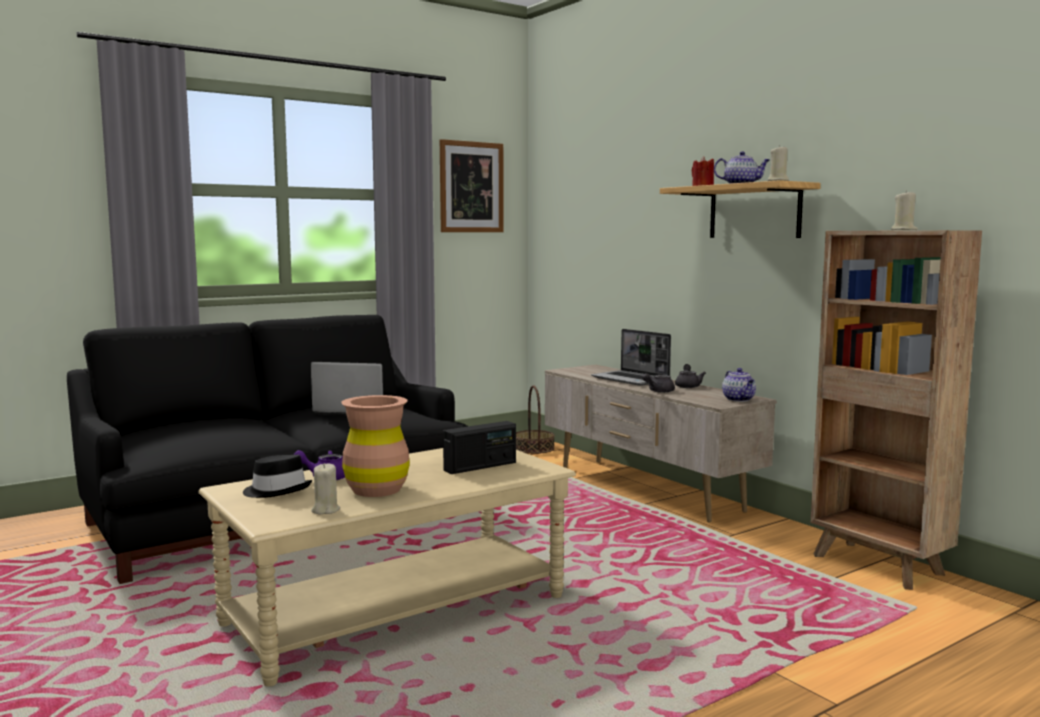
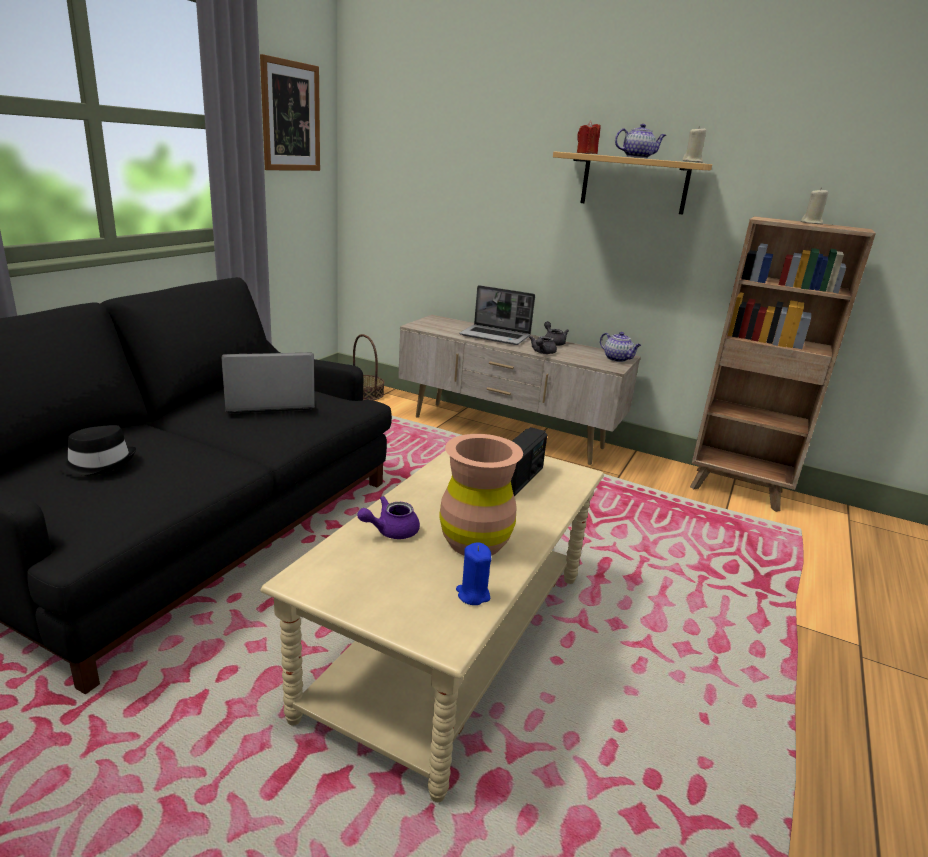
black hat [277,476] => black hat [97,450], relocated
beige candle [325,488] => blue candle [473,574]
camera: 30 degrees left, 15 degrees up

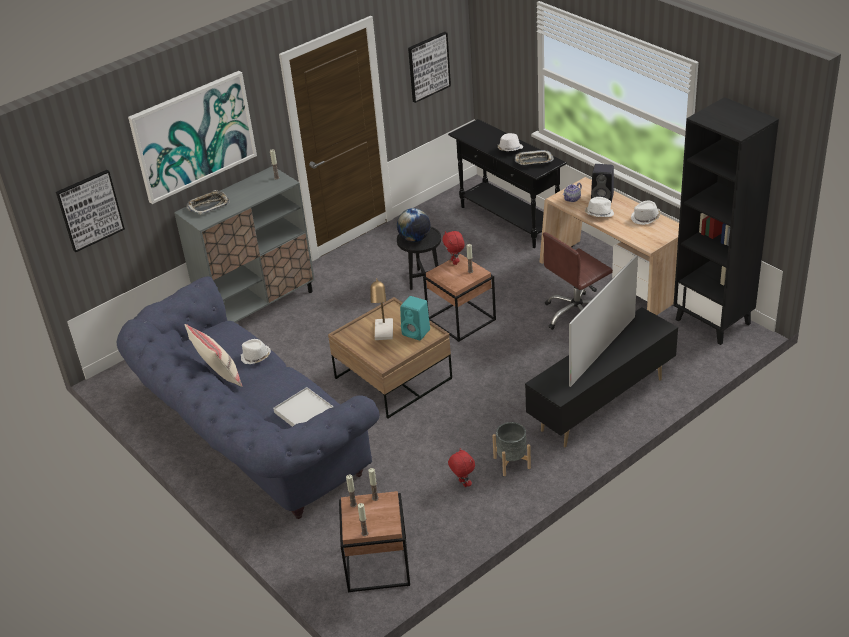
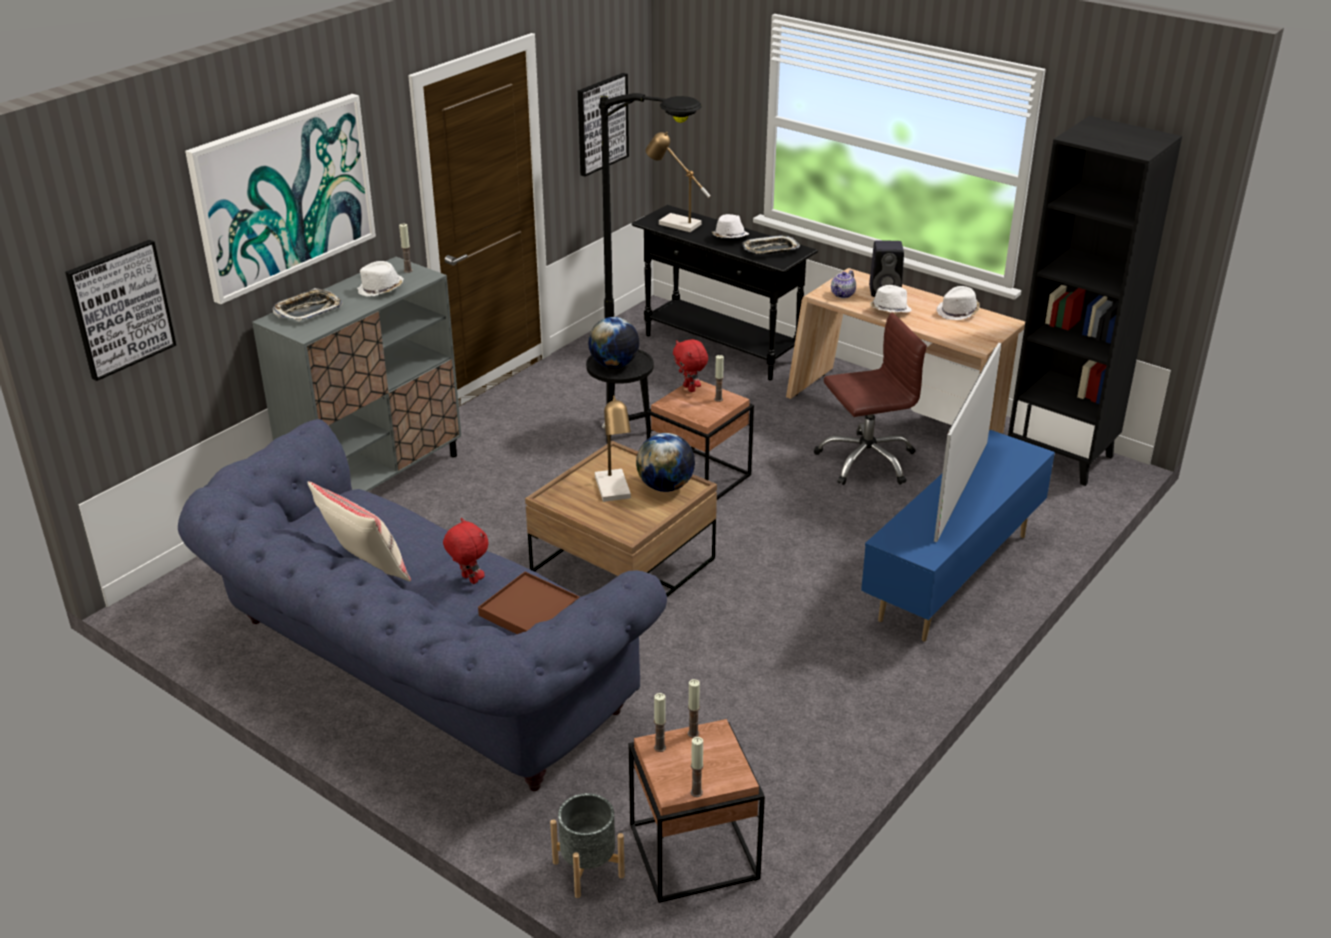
brown office chair [578,281] => brown office chair [870,399], 150 degrees counterclockwise
turquoise speaker [415,318] => globe [665,462]
black tv stand [601,377] => blue tv stand [958,535]
white hat [256,352] => white hat [380,279], relocated
white tray [303,407] => brown tray [529,603]
grey planter [511,449] => grey planter [587,845], relocated
red plush toy [461,467] => red plush toy [466,551], relocated
nothing => black floor lamp [650,205]
nothing => table lamp [678,182]
camera: 15 degrees left, 5 degrees down

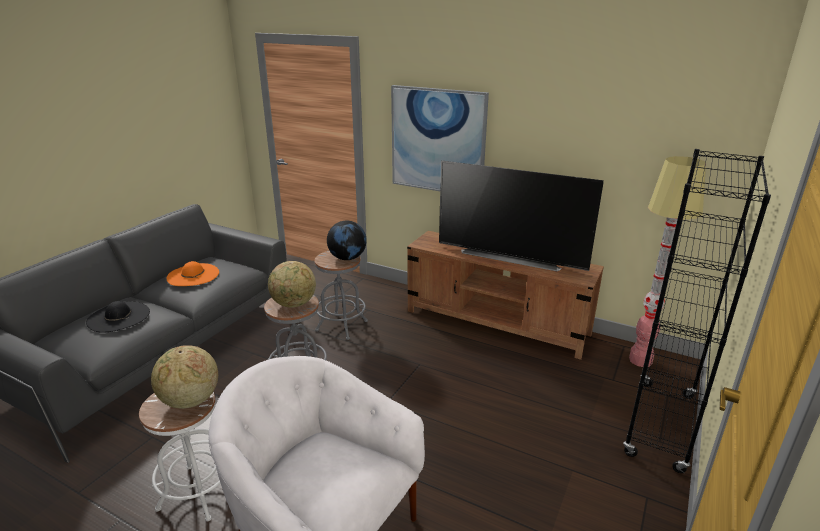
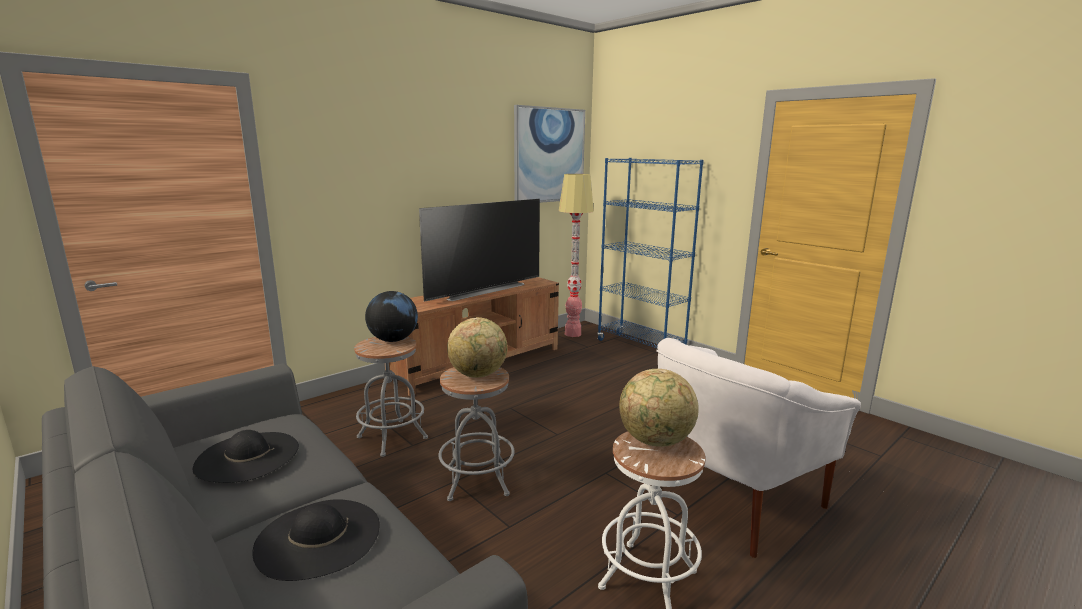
picture [440,138] => picture [549,154], relocated
black bookcase [697,311] => blue bookcase [650,253]
orange hat [193,273] => black hat [246,456]
camera: 70 degrees left, 10 degrees down

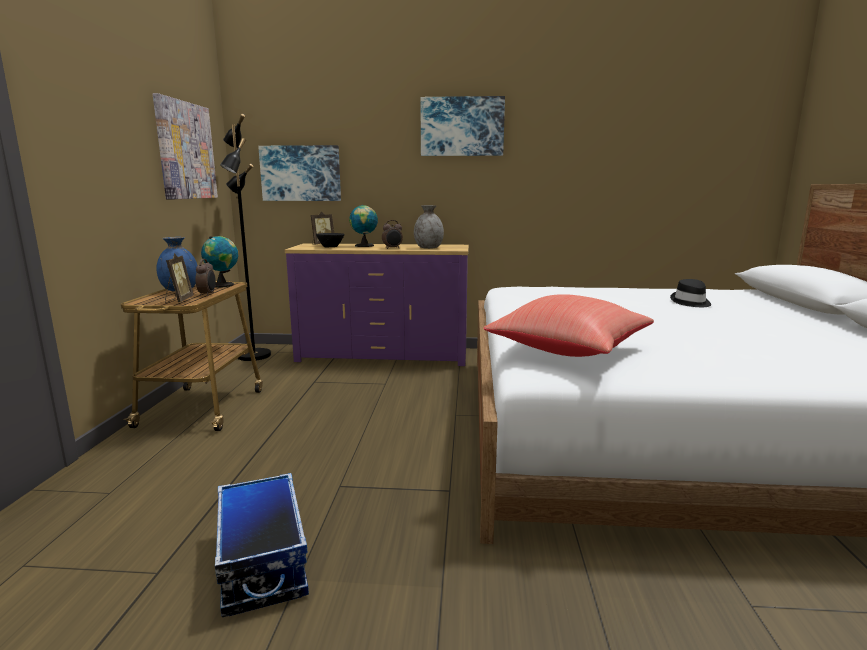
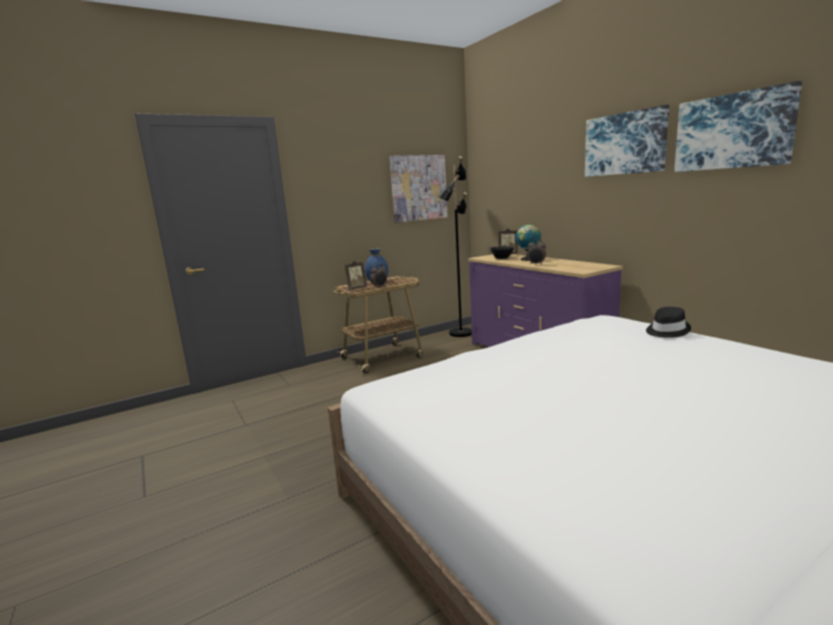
picture [299,173] => picture [738,126], relocated
grey vase [429,227] => nothing
globe [219,262] => nothing
black hat [690,293] => black hat [668,322], relocated
red pillow [569,325] => nothing
storage box [262,545] => nothing
camera: 55 degrees right, 0 degrees up

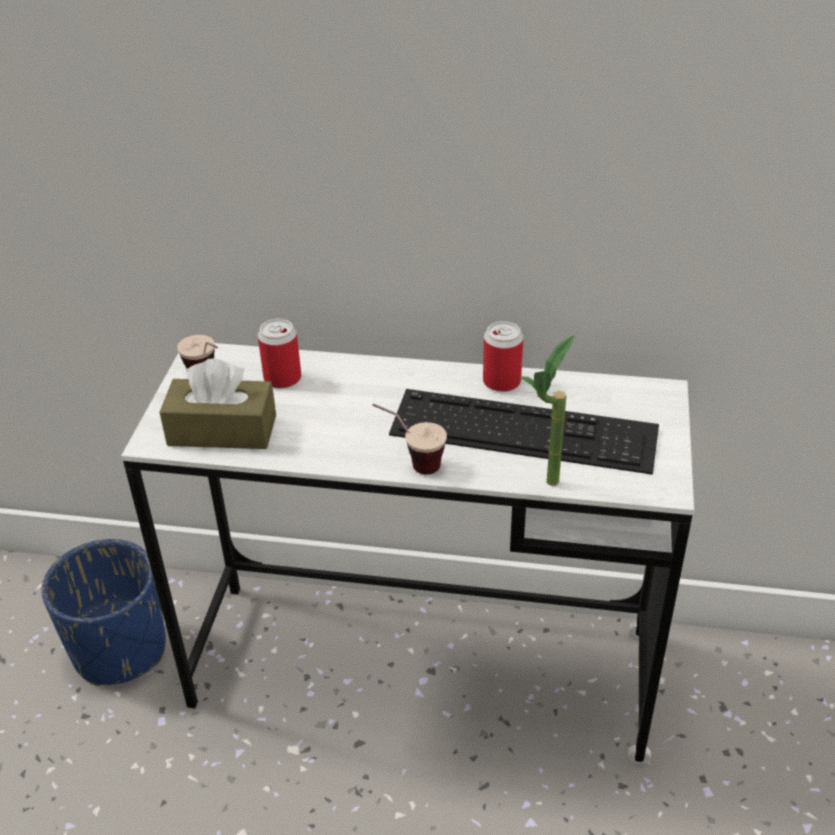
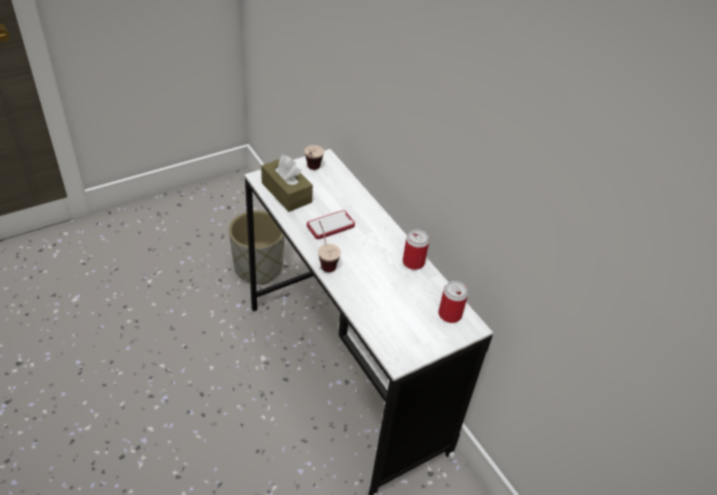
can [279,353] => can [453,302], relocated
potted plant [547,410] => nothing
keyboard [524,432] => nothing
blue planter [103,612] => grey planter [257,247]
nothing => phone [331,224]
camera: 45 degrees right, 5 degrees up

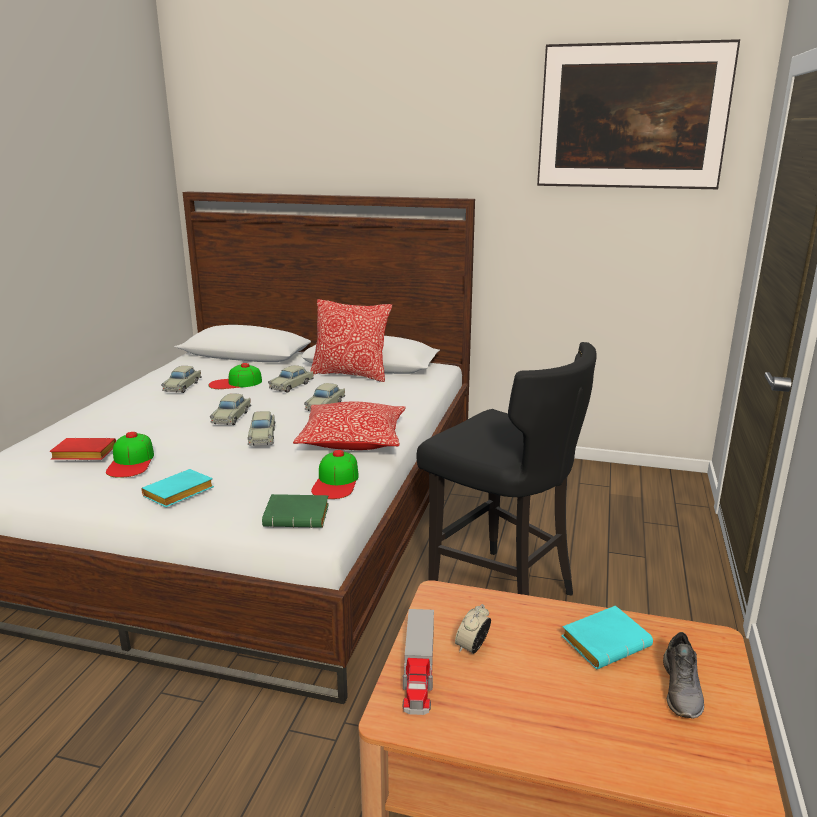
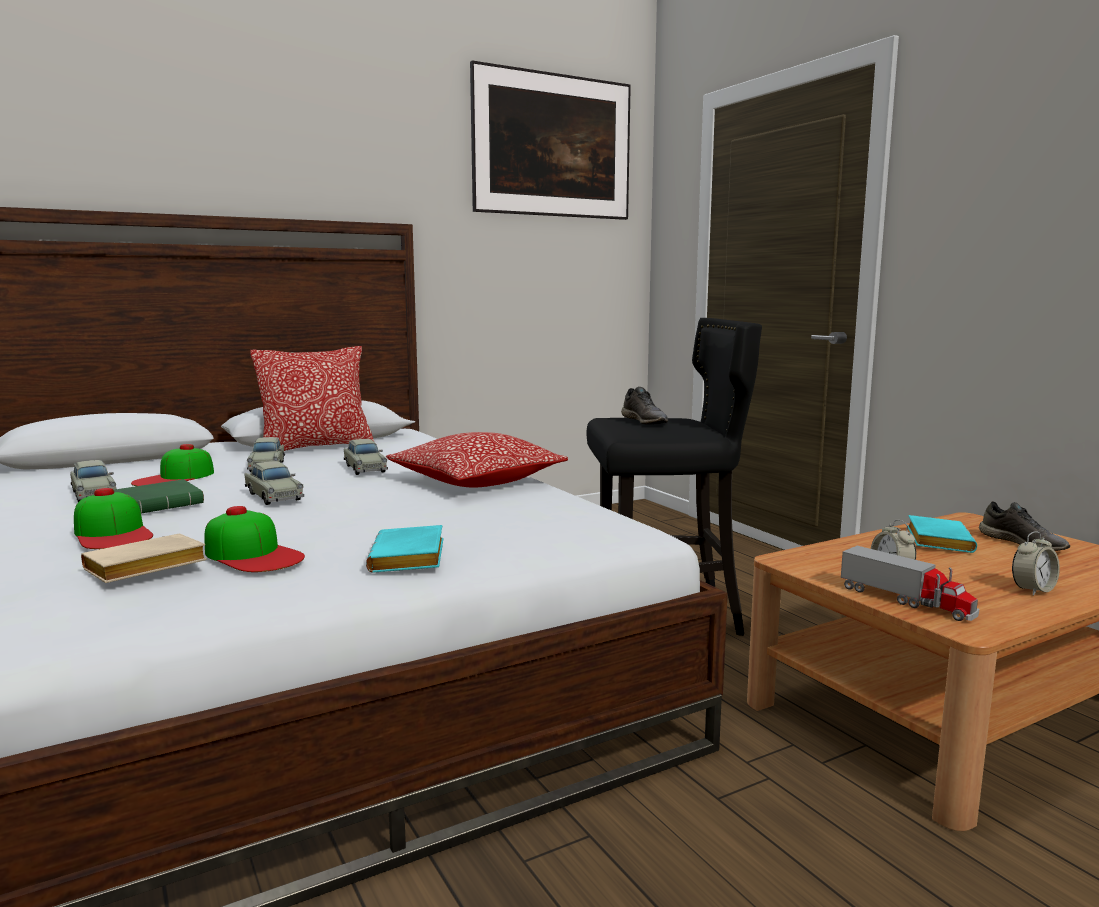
beige toy car [261,428] => nothing
red book [83,449] => beige book [144,558]
cap [335,474] => cap [113,518], relocated
green book [295,511] => green book [159,496], relocated
nothing => grey shoe [644,405]
nothing => alarm clock [1036,563]
camera: 45 degrees left, 10 degrees down

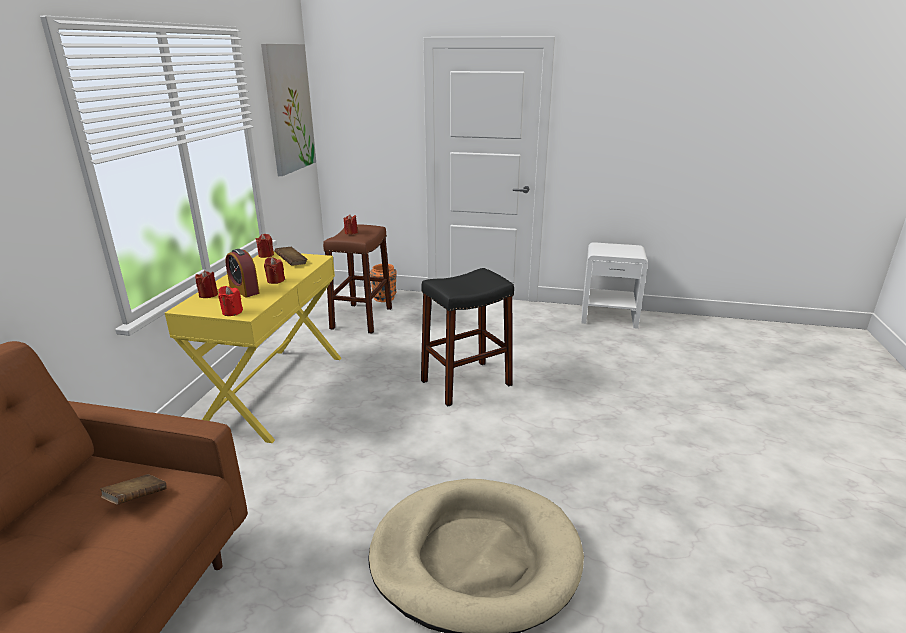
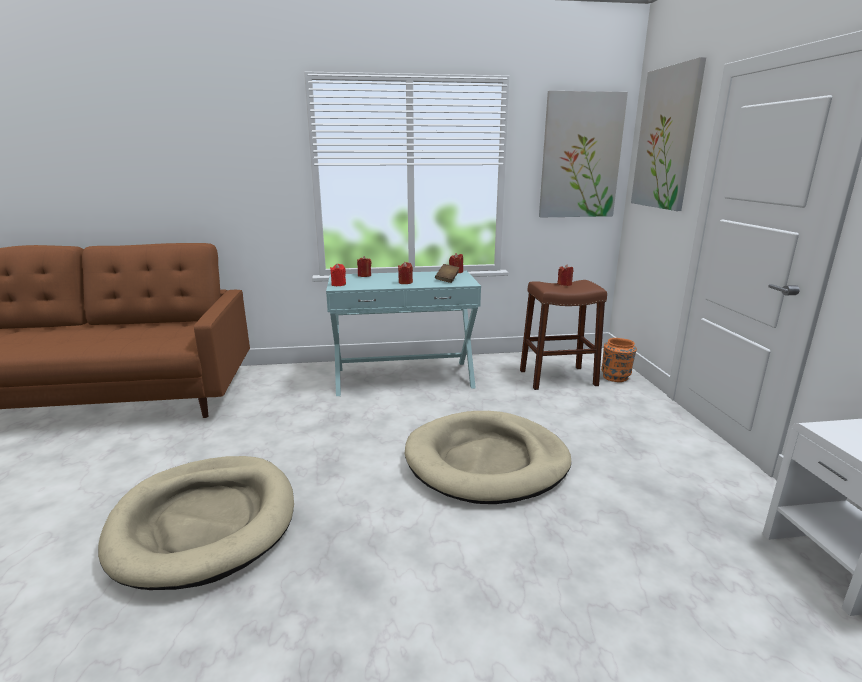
alarm clock [242,273] => nothing
yellow console table [253,347] => turquoise console table [403,333]
black stool [467,337] => beige dog bed [488,457]
brown book [133,489] => nothing
nothing => picture [668,134]
camera: 70 degrees right, 5 degrees down

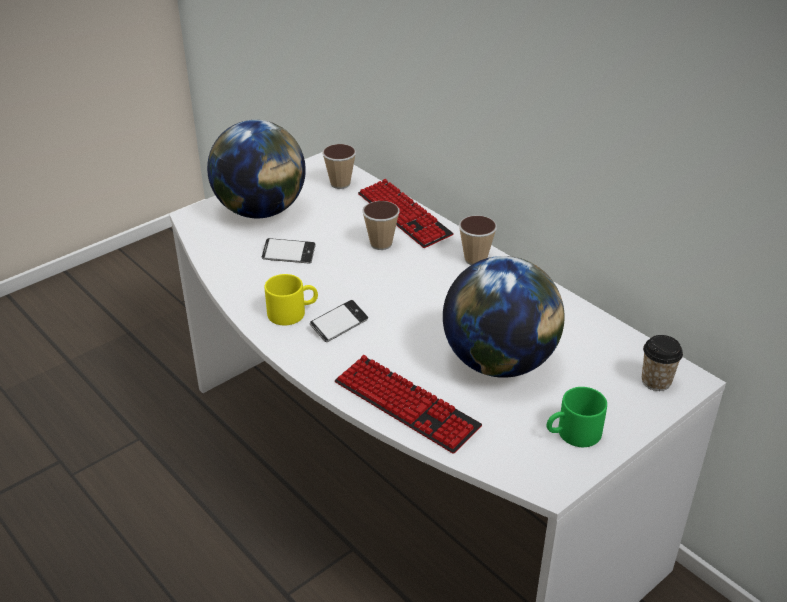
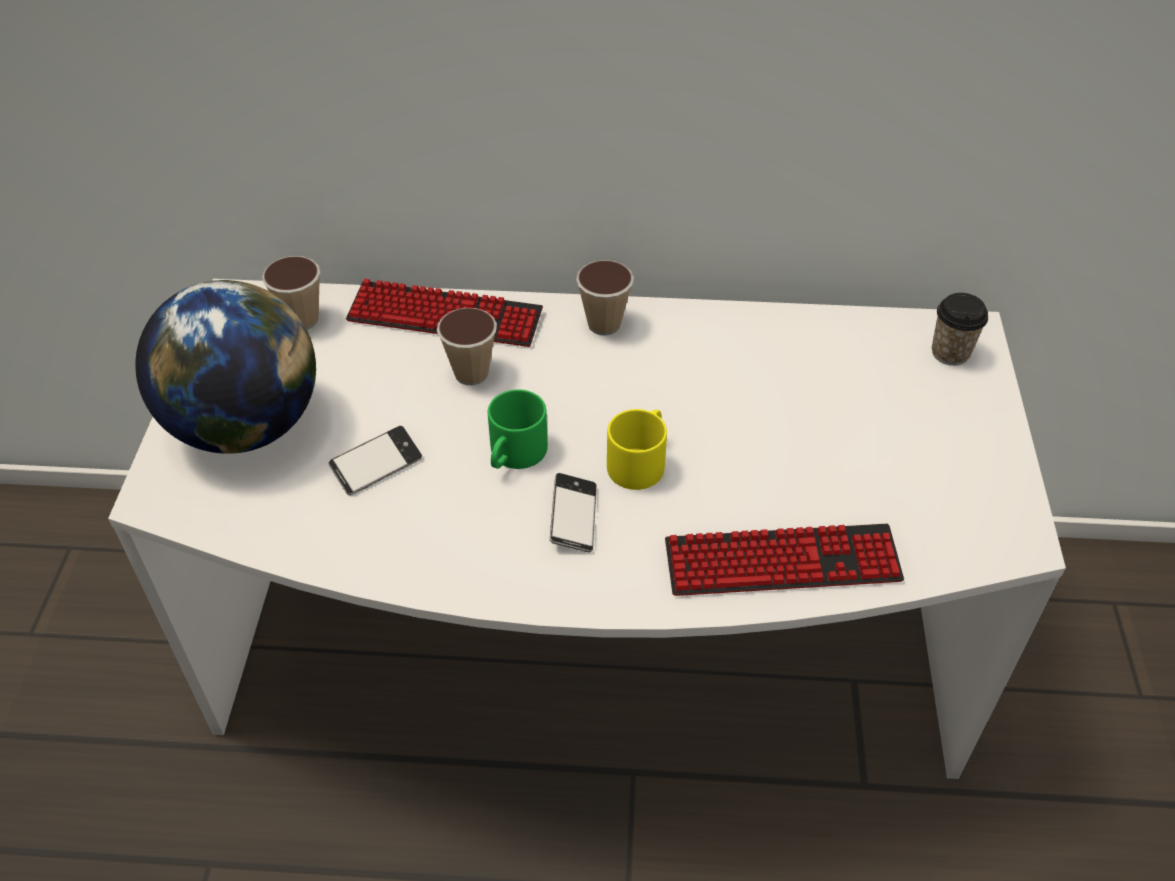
globe [504,317] => nothing
yellow mug [291,299] => yellow mug [637,449], relocated
green mug [576,417] => green mug [518,429], relocated
camera: 45 degrees left, 10 degrees up

